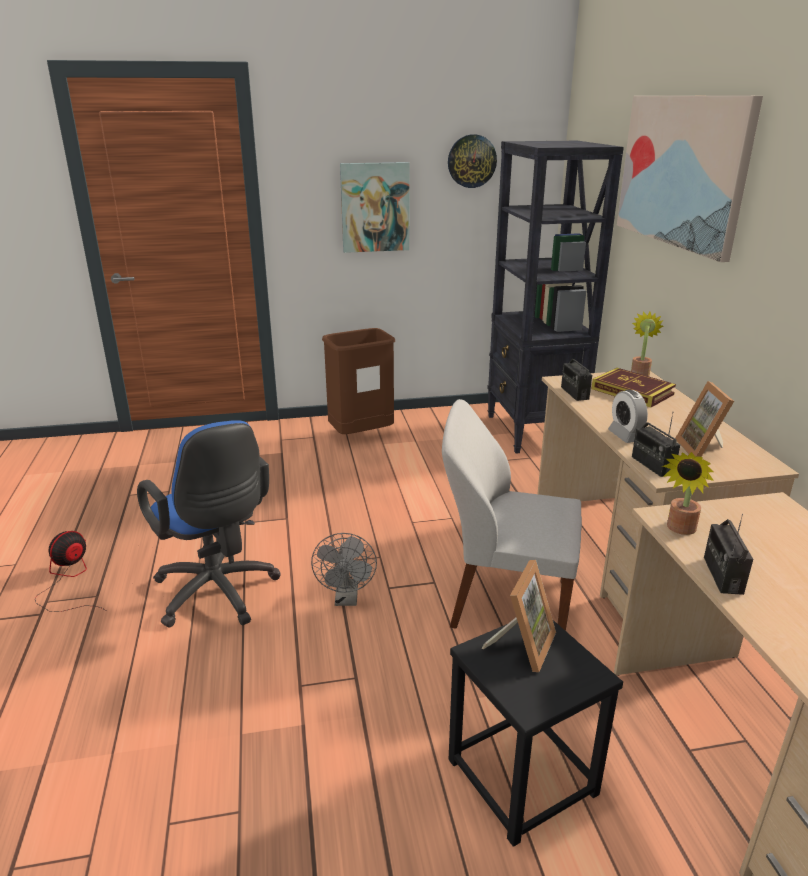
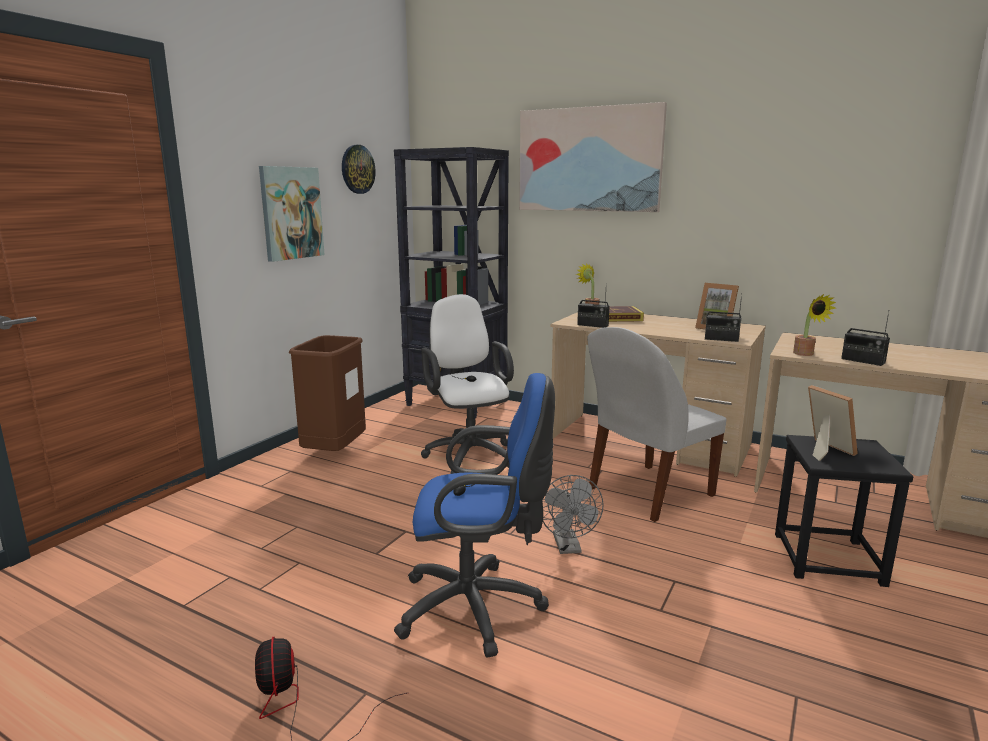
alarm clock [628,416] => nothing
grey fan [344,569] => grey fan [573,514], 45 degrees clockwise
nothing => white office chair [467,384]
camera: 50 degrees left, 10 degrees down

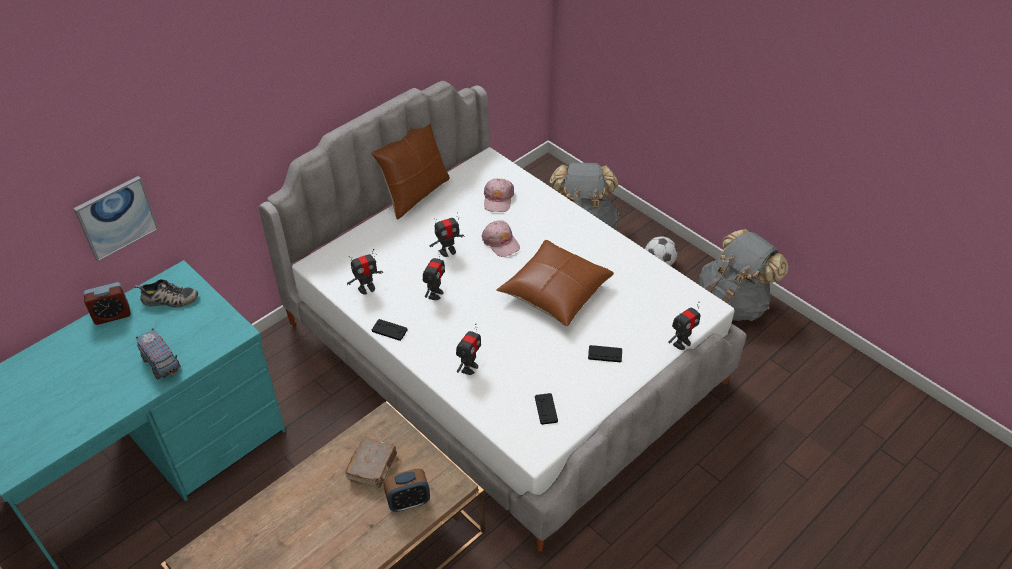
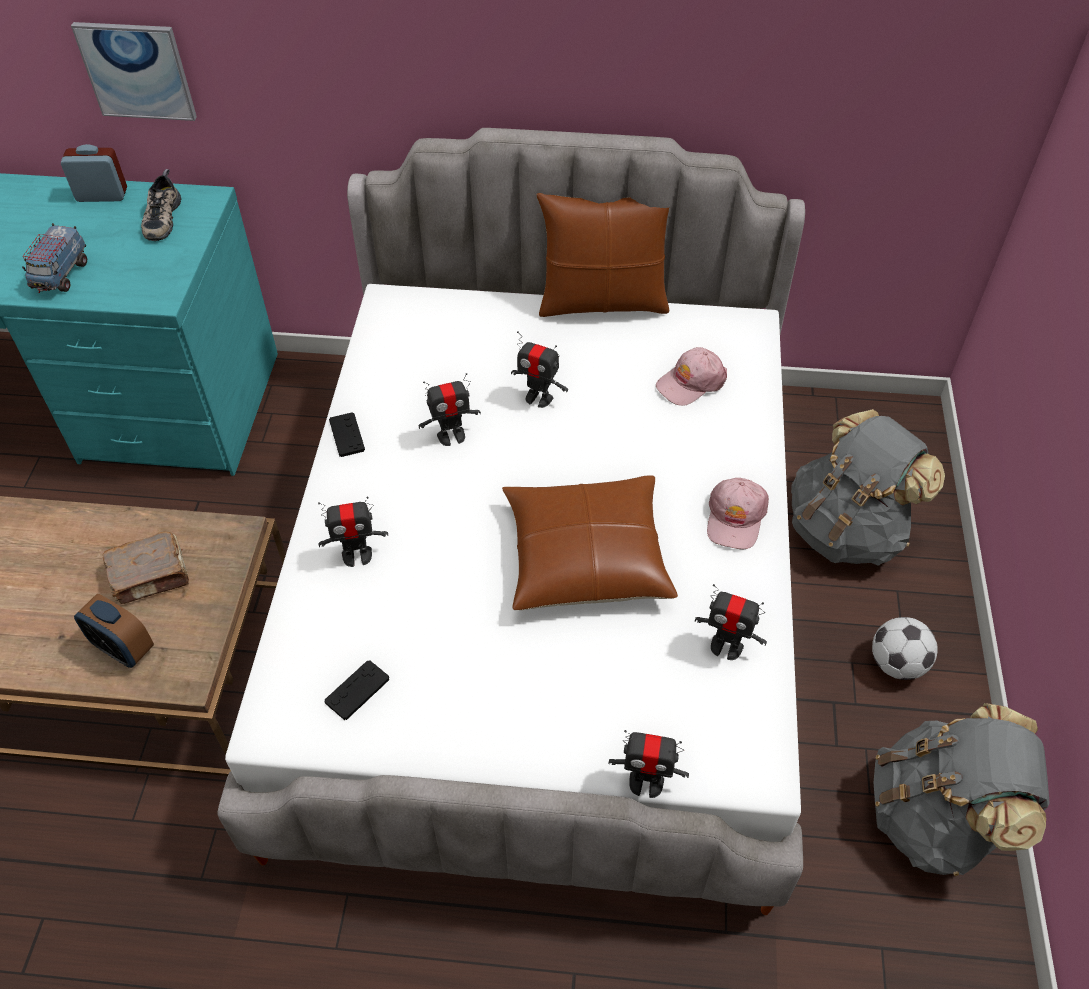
pink cap [501,238] => pink cap [738,513], relocated
toy robot [365,271] => toy robot [731,622], relocated
shoe [166,293] => shoe [161,205], 45 degrees clockwise
alarm clock [107,303] => alarm clock [94,173], 150 degrees clockwise
black game controller [605,354] => nothing
camera: 50 degrees right, 5 degrees up

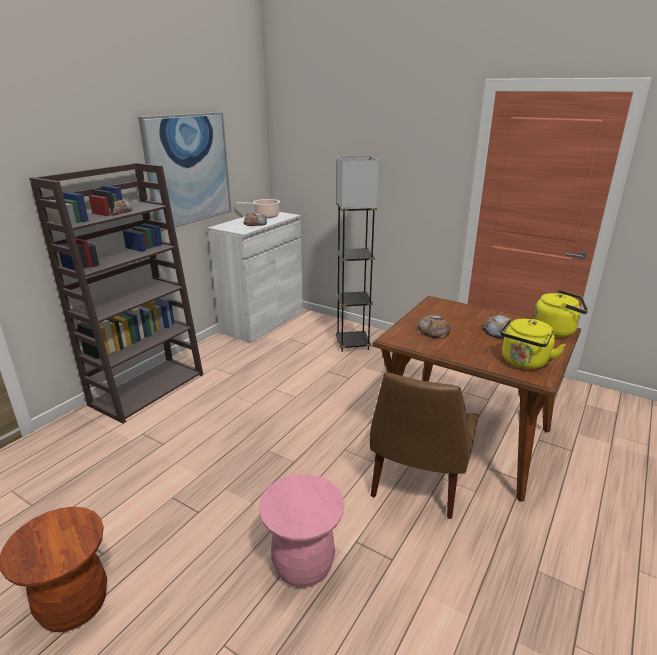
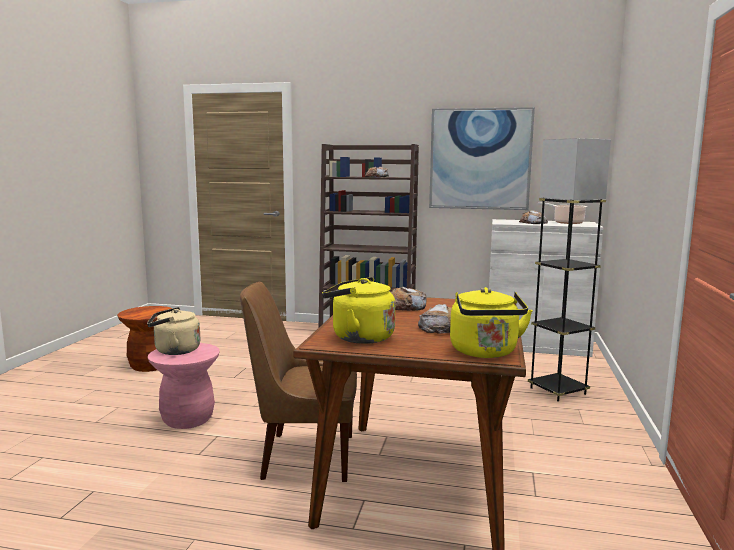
nothing => beige kettle [174,331]
camera: 70 degrees right, 15 degrees down

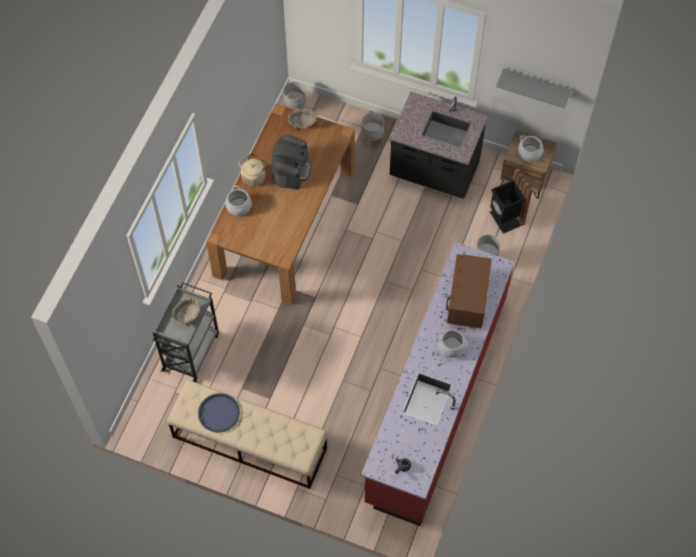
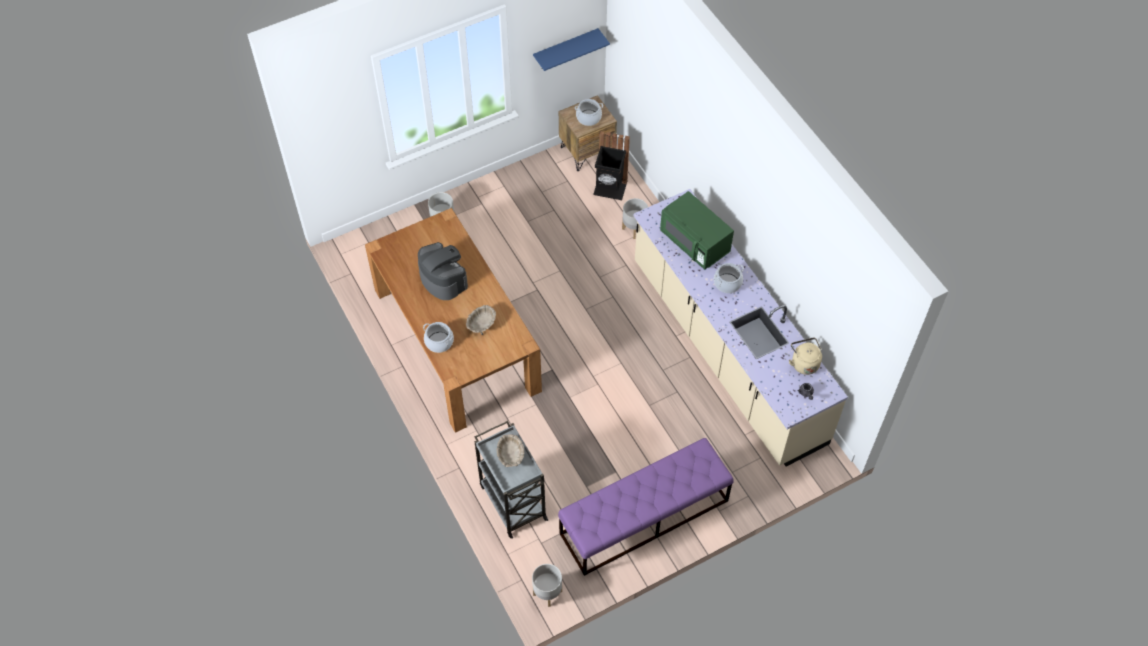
grey shelf [534,88] => blue shelf [571,49]
grey planter [294,95] => grey planter [547,585], relocated
black counter [438,145] => nothing
beige bowl [302,119] => beige bowl [481,320], relocated
beige kettle [253,170] => beige kettle [805,356], relocated
red counter [437,384] => beige counter [741,328]
brown microwave [469,291] => green microwave [697,230]
beige bench [247,434] => purple bench [646,507]
blue tray [219,412] => nothing
camera: 50 degrees left, 5 degrees down

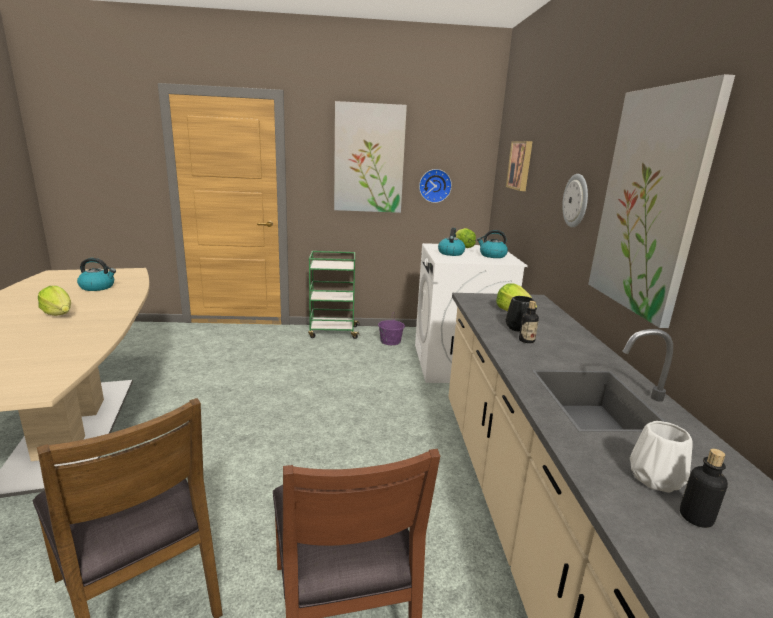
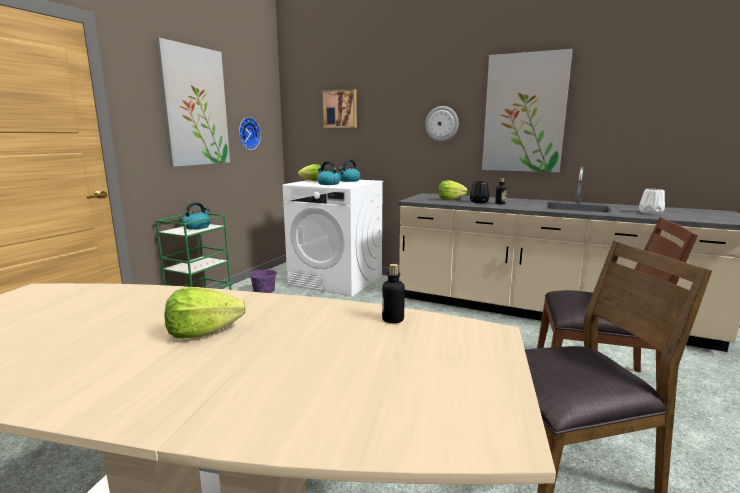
kettle [96,274] => kettle [196,215], relocated
bottle [704,488] => bottle [393,293], relocated
camera: 60 degrees left, 5 degrees down

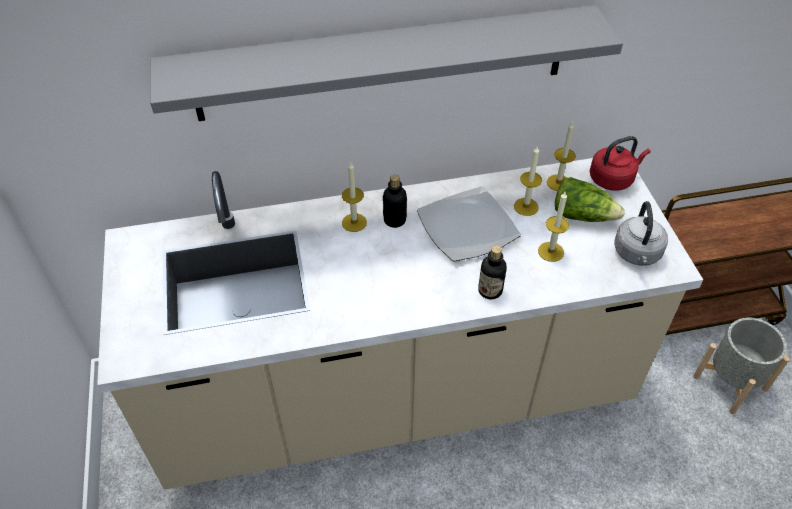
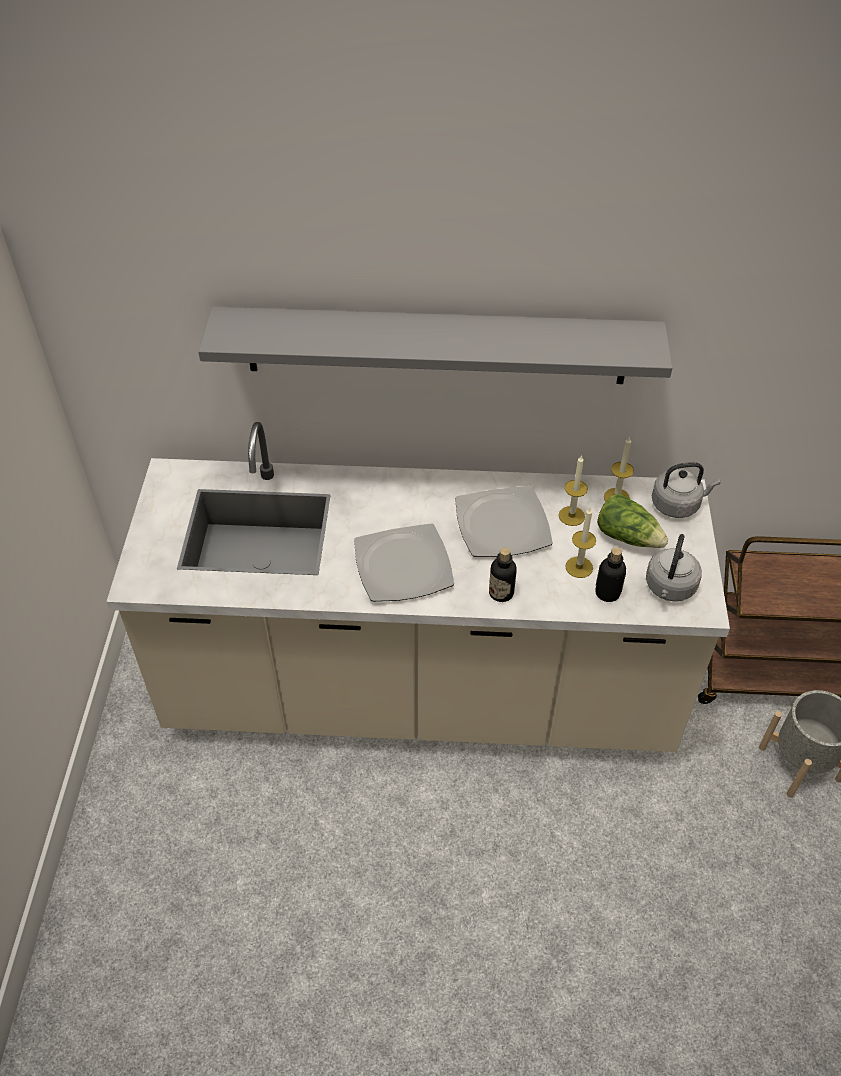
red kettle [620,163] => grey kettle [686,490]
candle [354,196] => nothing
bottle [395,201] => bottle [610,574], relocated
nothing => plate [404,562]
camera: 15 degrees right, 0 degrees up

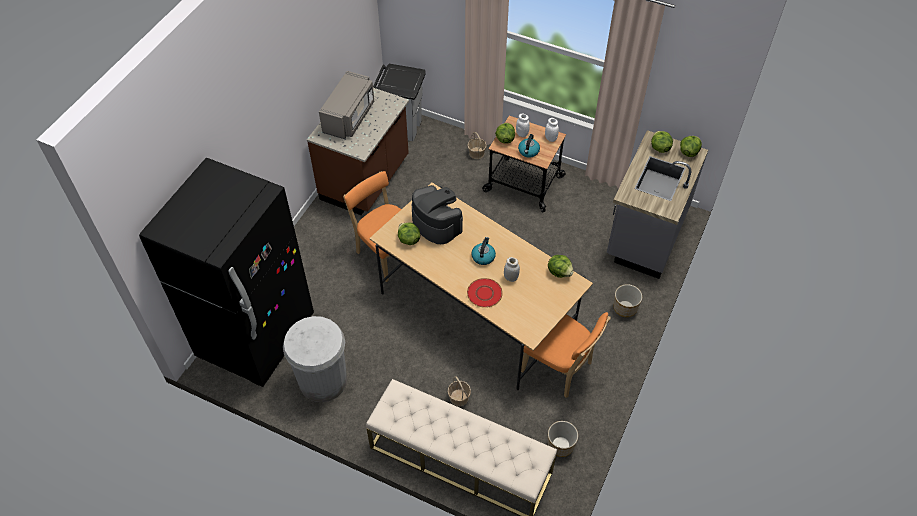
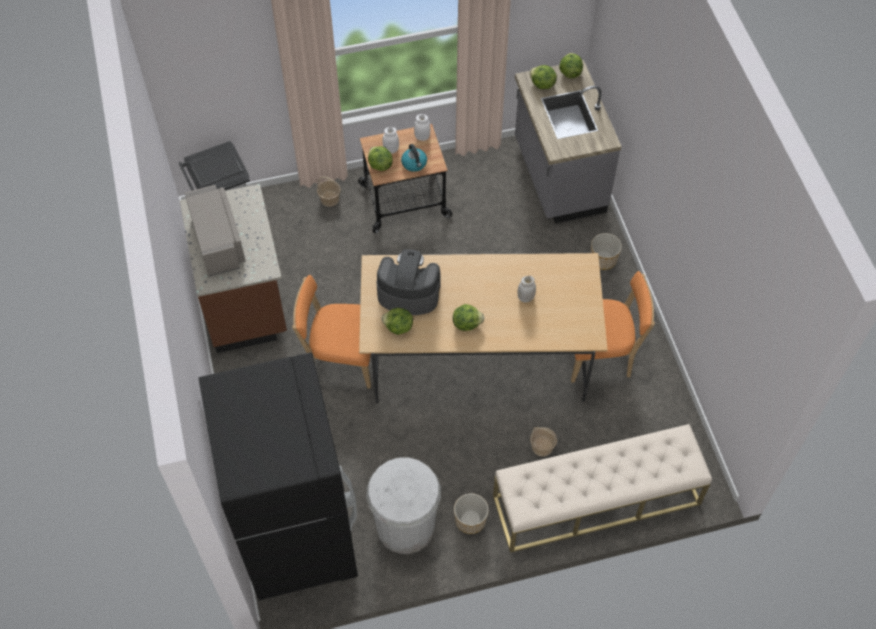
kettle [483,251] => nothing
lettuce [561,266] => lettuce [469,317], relocated
red plate [485,293] => nothing
planter [563,439] => planter [471,513], relocated
camera: 40 degrees left, 5 degrees up

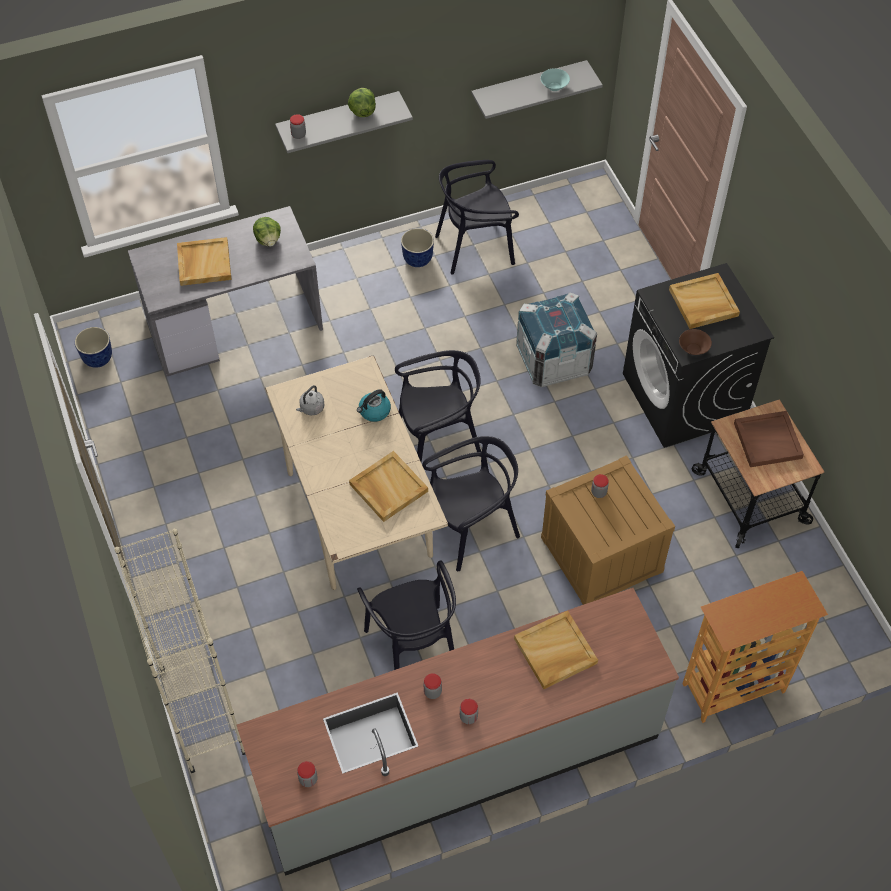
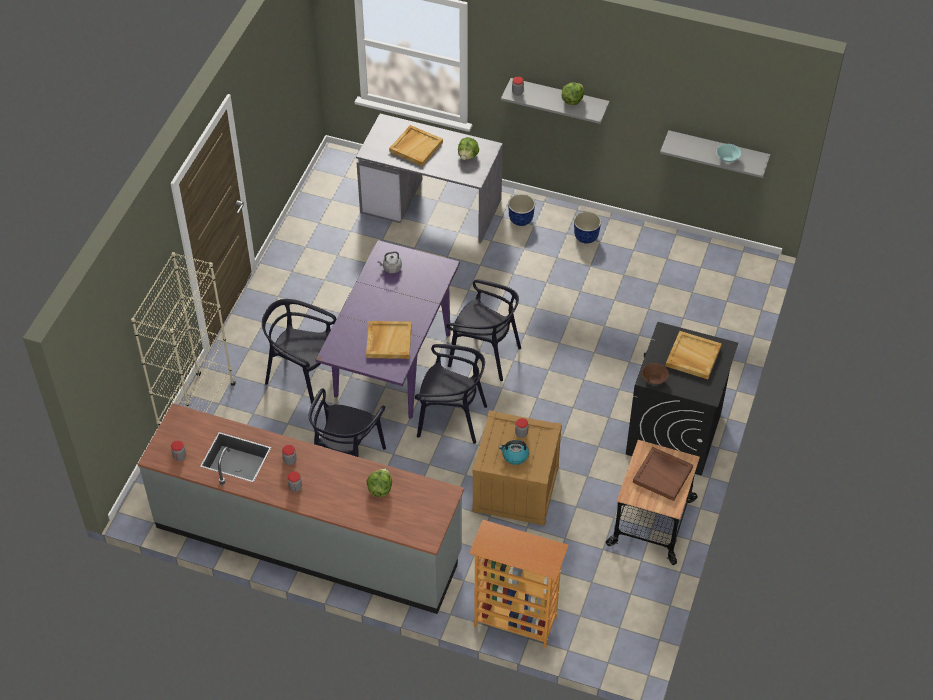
black chair [477,217] => black chair [299,351], relocated
crate [556,339] => nothing
planter [93,347] => planter [521,210], relocated
beige dining table [356,472] => purple dining table [388,329]
kettle [374,405] => kettle [514,452], relocated
beige tray [556,650] => lettuce [379,483]
camera: 40 degrees right, 5 degrees down

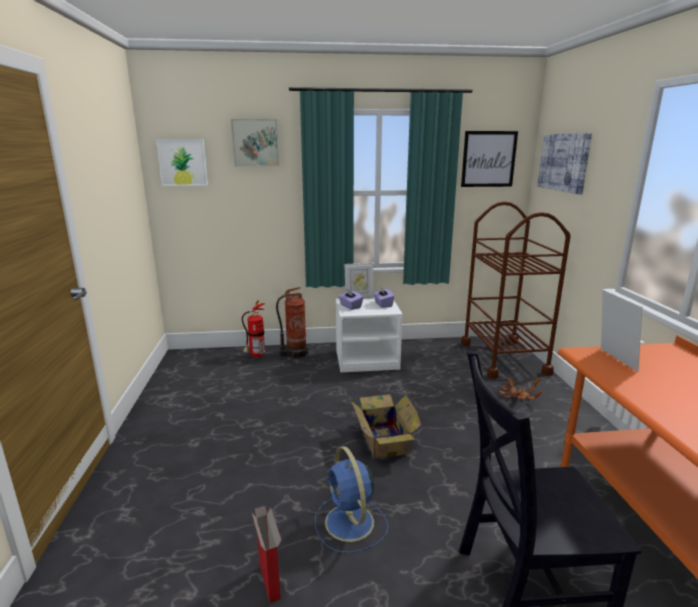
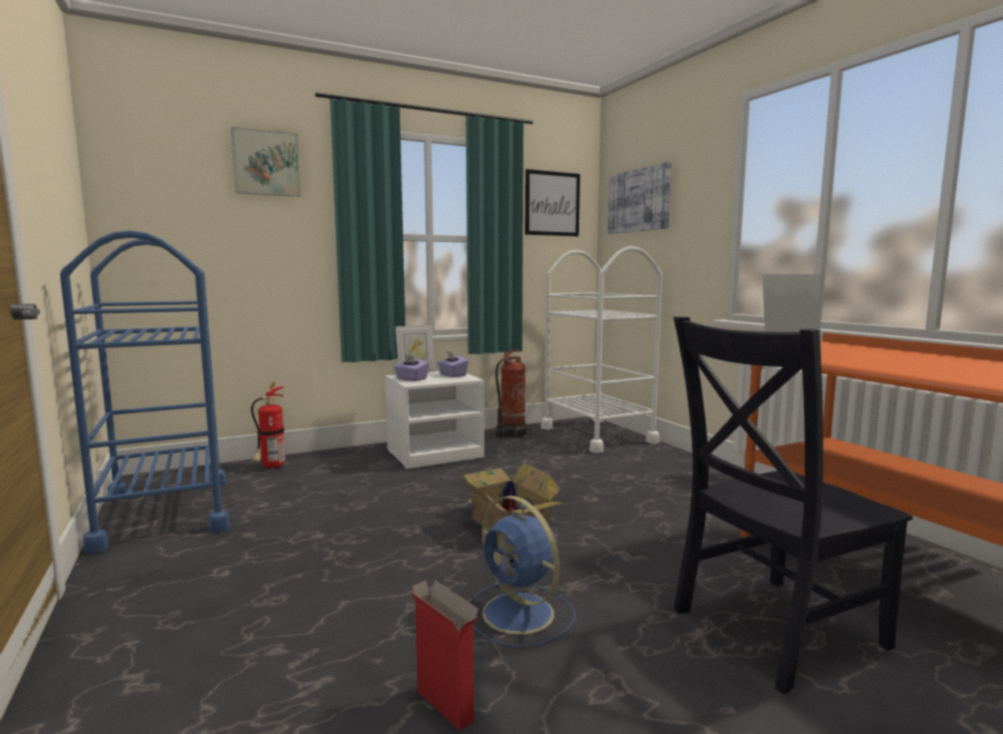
picture [182,162] => nothing
brown cart [516,290] => white cart [601,349]
fire extinguisher [292,323] => fire extinguisher [513,394], relocated
potted plant [521,388] => nothing
nothing => blue cart [145,392]
camera: 20 degrees left, 10 degrees down

